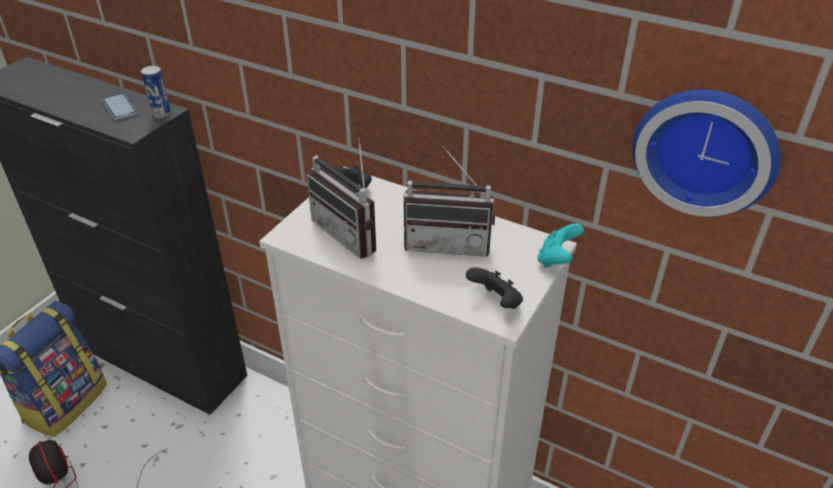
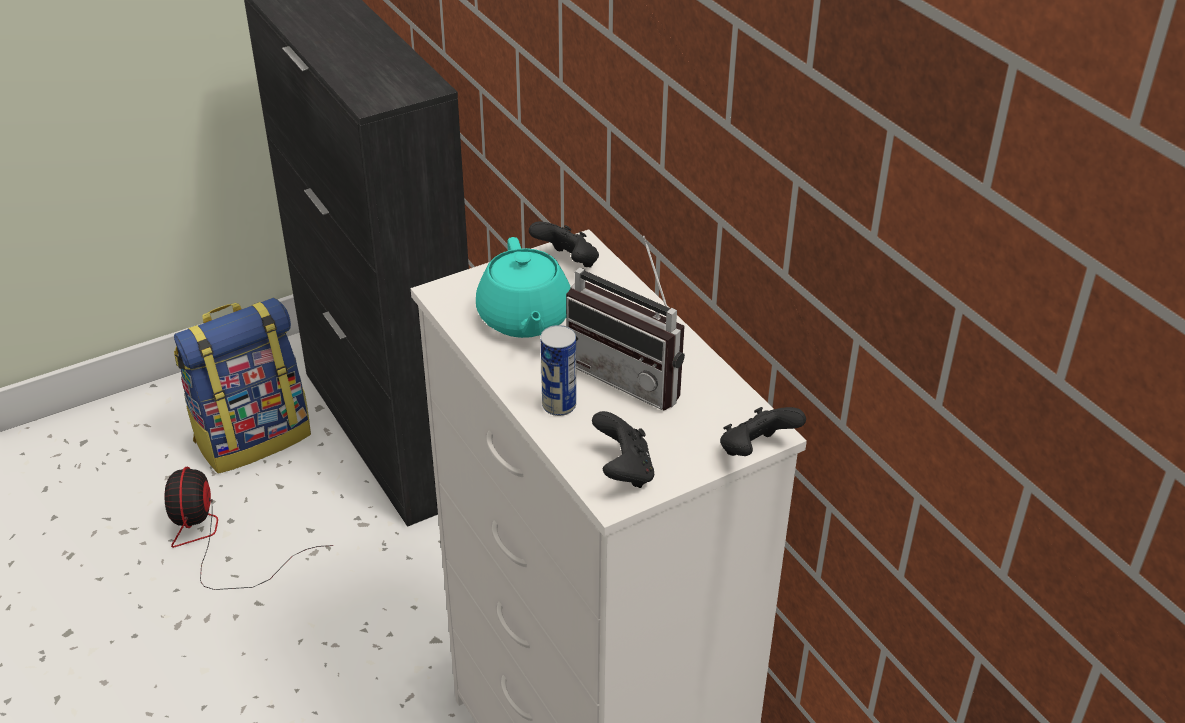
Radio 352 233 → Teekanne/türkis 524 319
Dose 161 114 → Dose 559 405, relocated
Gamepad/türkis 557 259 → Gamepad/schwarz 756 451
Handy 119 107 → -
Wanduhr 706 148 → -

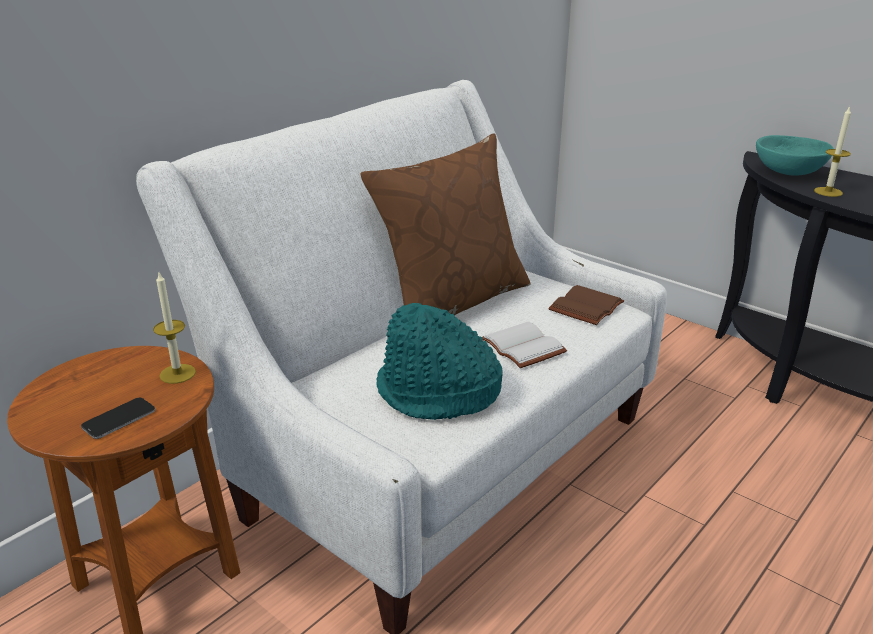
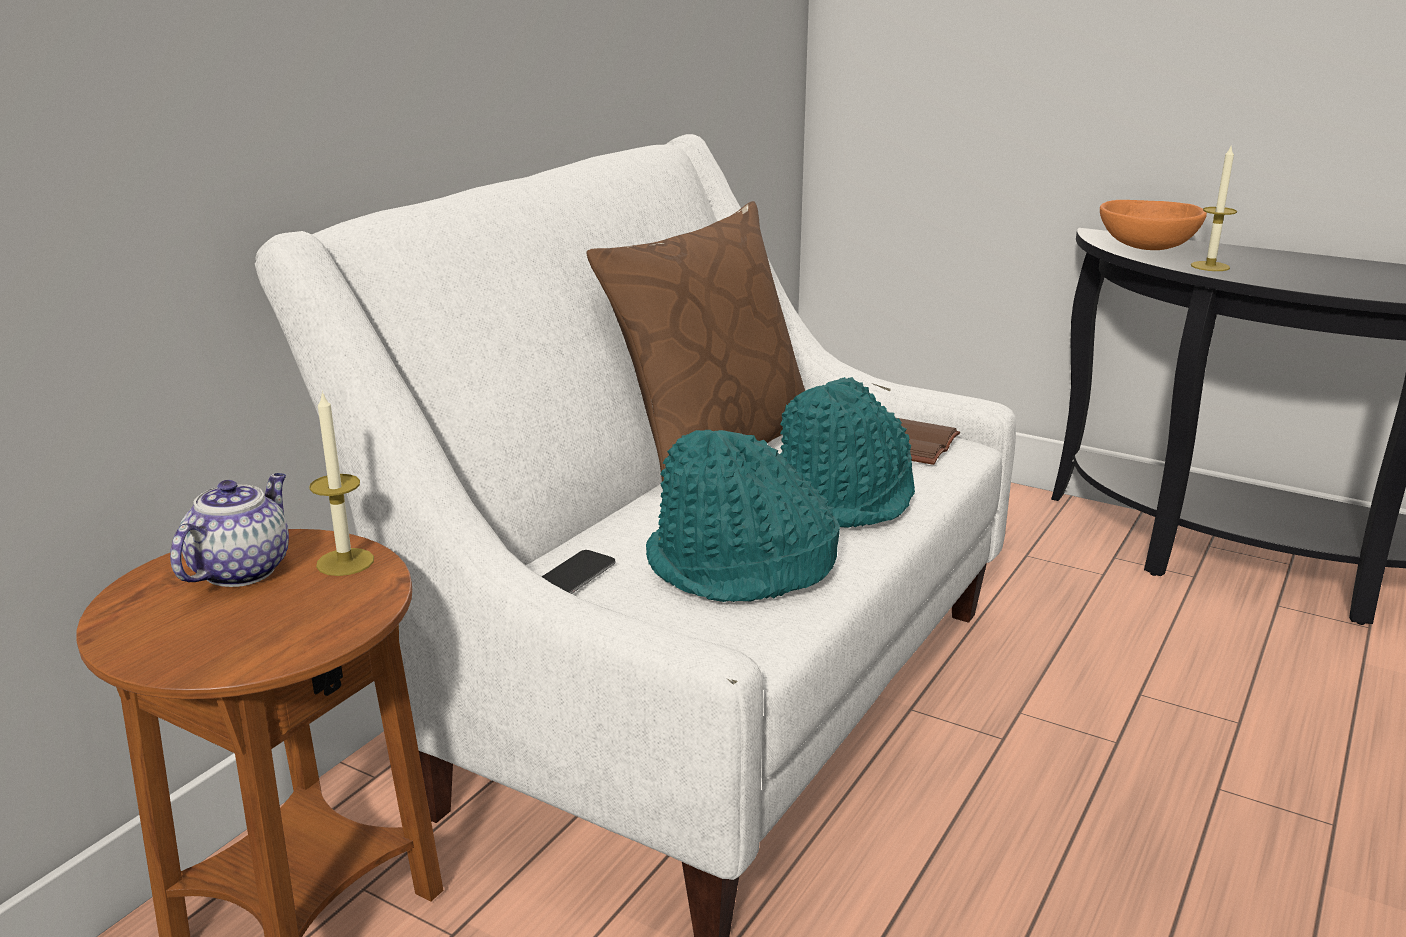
- → Teekanne 241 570
Handy 119 419 → Handy 575 575, relocated
Buch/weiß 525 347 → Hut/türkis 844 499
Schüssel/türkis 789 172 → Schüssel/orange 1147 247

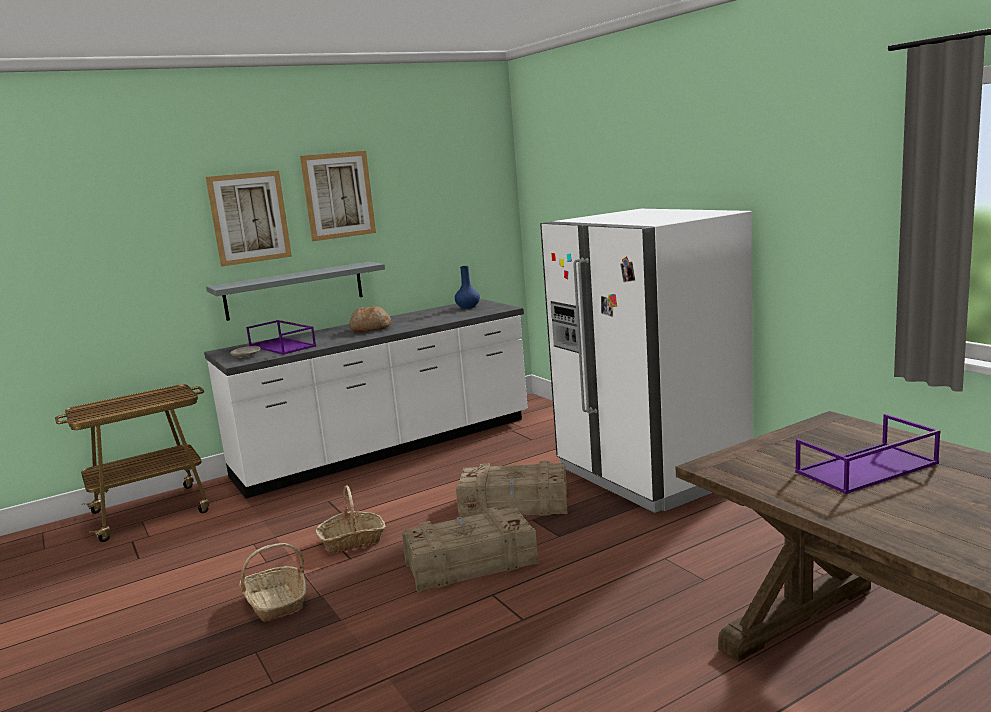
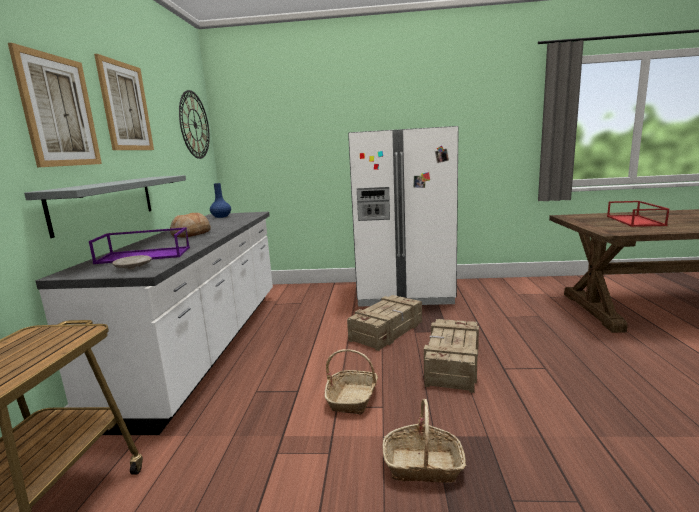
- → Wanduhr 195 125
Tablett/lila 866 468 → Tablett/rot 636 221

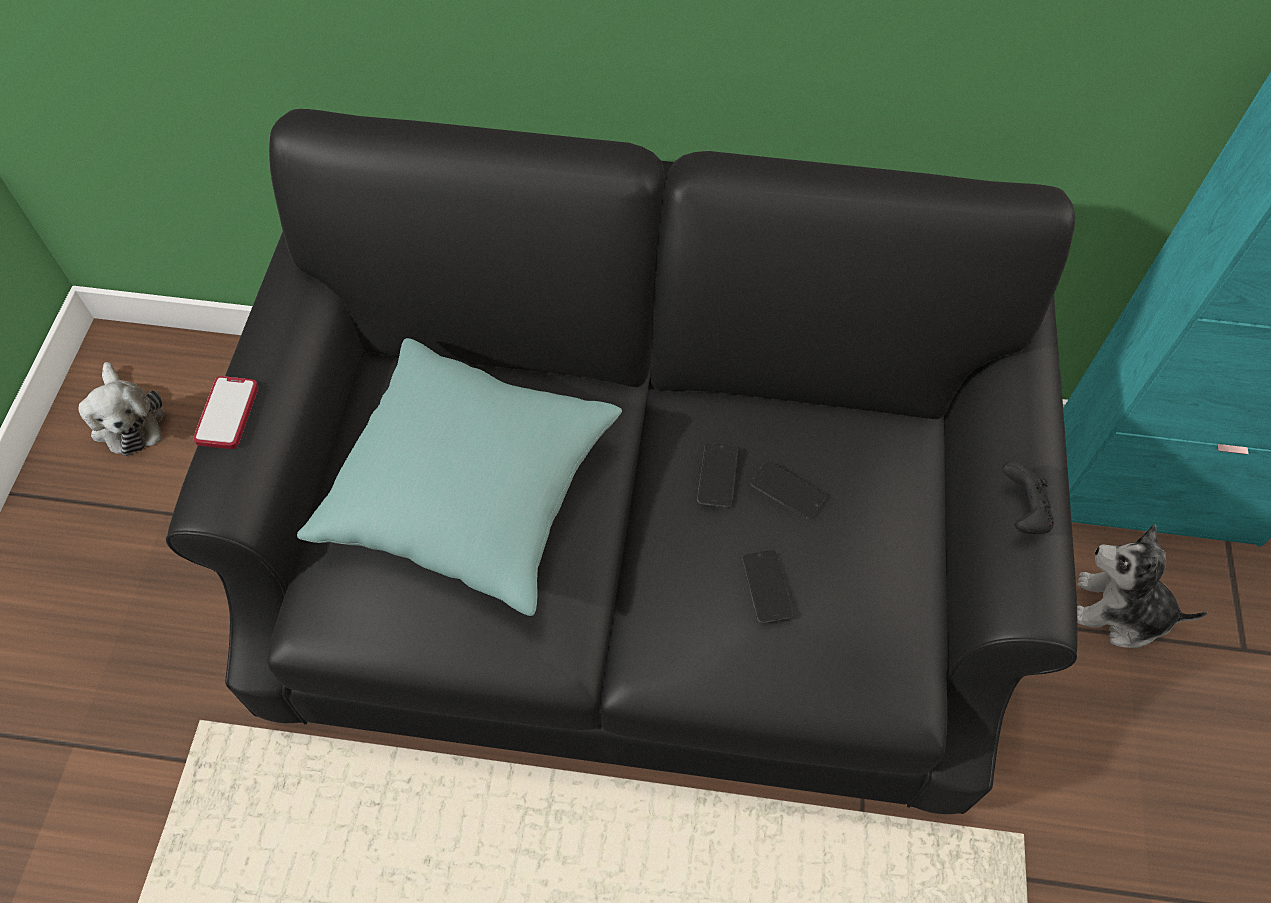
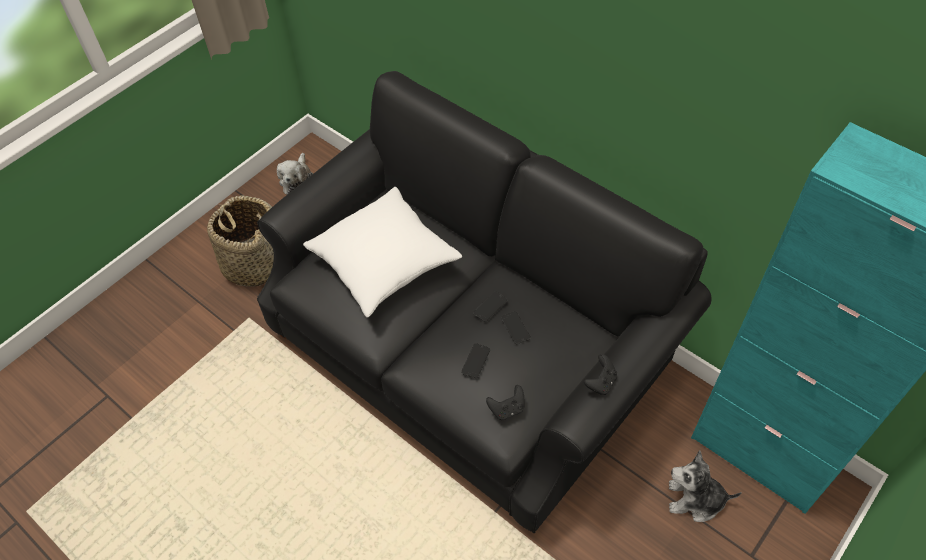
- → Korb 255 263
Kissen/türkis 470 491 → Kissen/weiß 384 262
- → Gamepad/schwarz 507 409
Plüschtier 1118 611 → Plüschtier 695 500, 45 degrees counterclockwise
Handy 227 414 → -

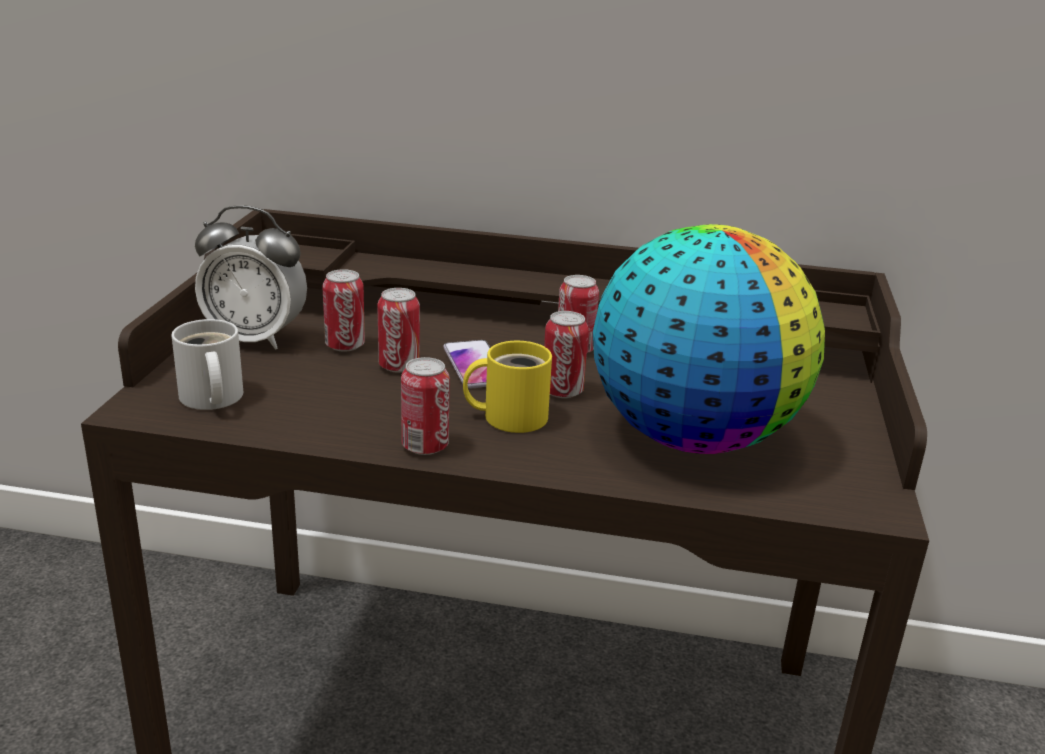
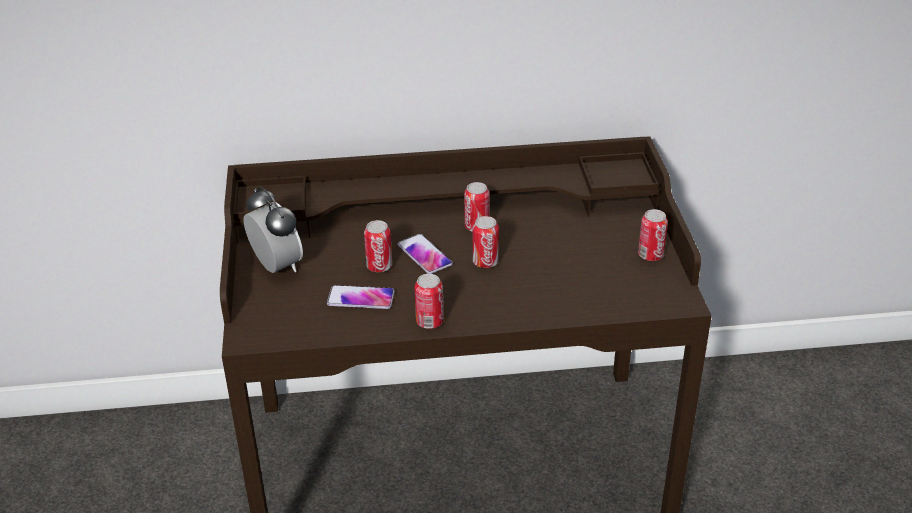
Wecker 255 339 → Wecker 277 266, 120 degrees counterclockwise
- → Handy 360 298
Dose 345 345 → Dose 650 255, relocated
Henkelbecher/weiß 210 399 → -
Henkelbecher/gelb 509 416 → -
Globus 693 437 → -

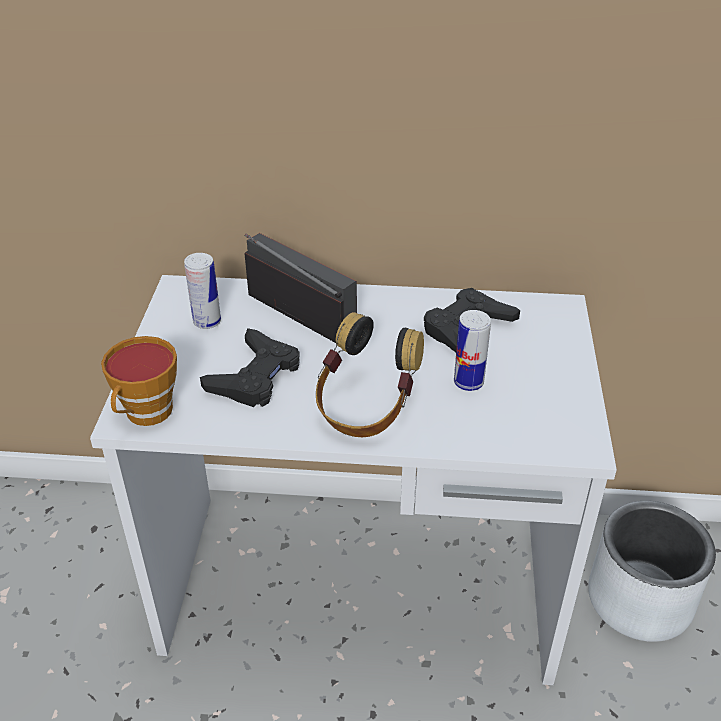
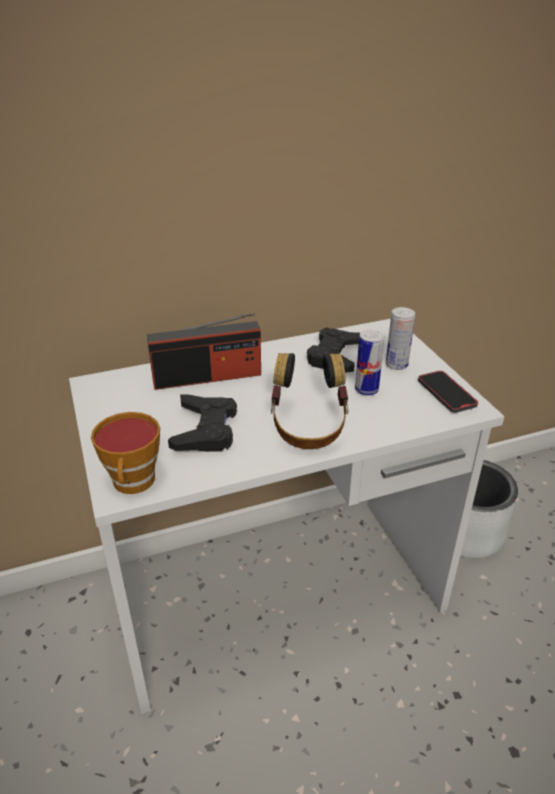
Radio 300 314 → Radio 207 377, 150 degrees clockwise
Dose 207 322 → Dose 396 365, relocated
- → Handy 446 394

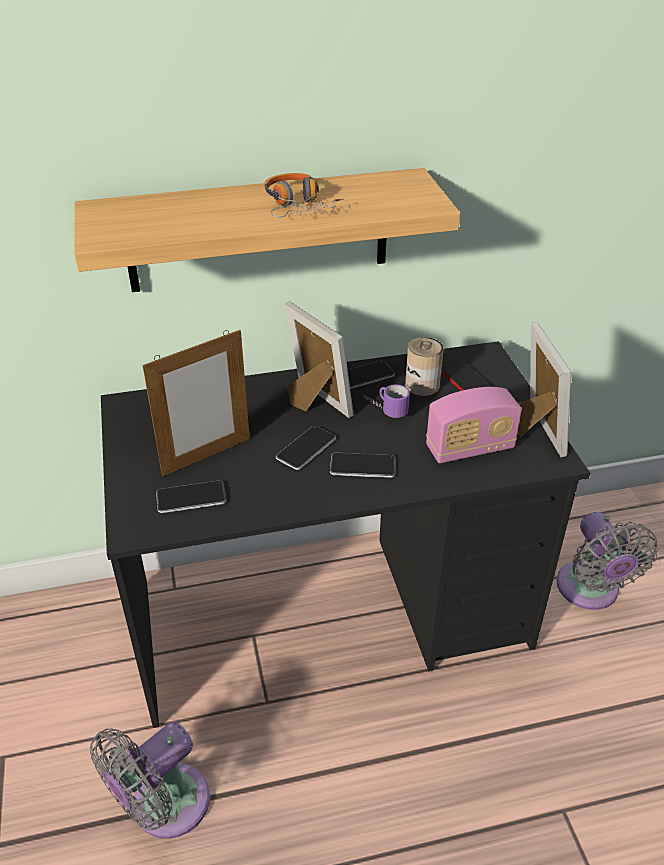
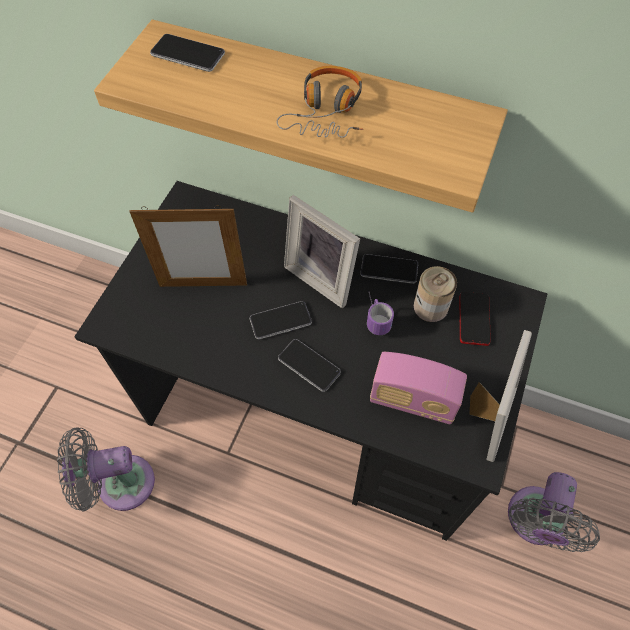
Handy 191 498 → Handy 187 54, relocated
Bilderrahmen 313 403 → Bilderrahmen 323 276, 135 degrees clockwise

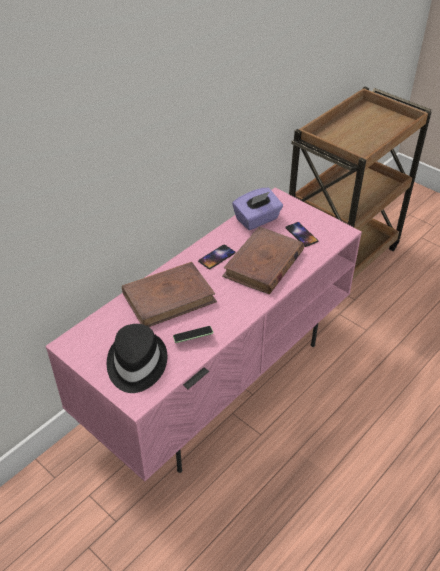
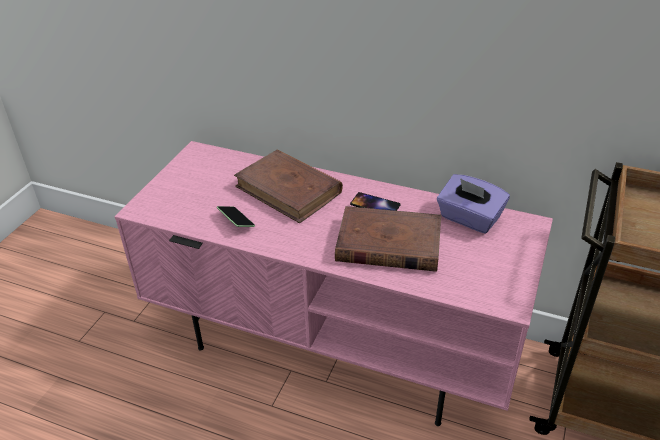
Hut/schwarz 136 364 → -
Handy 301 234 → -

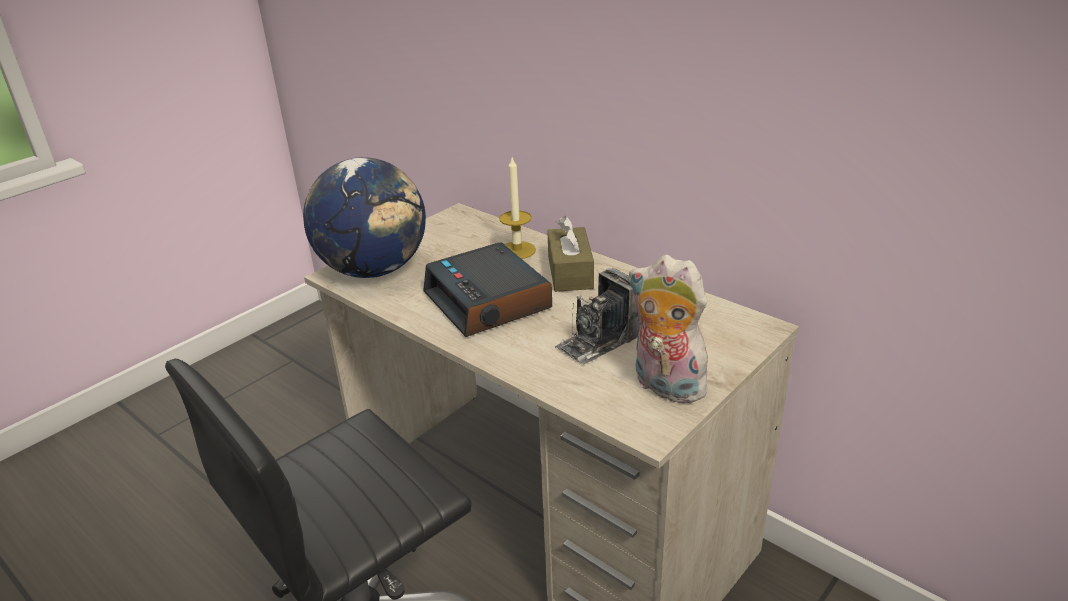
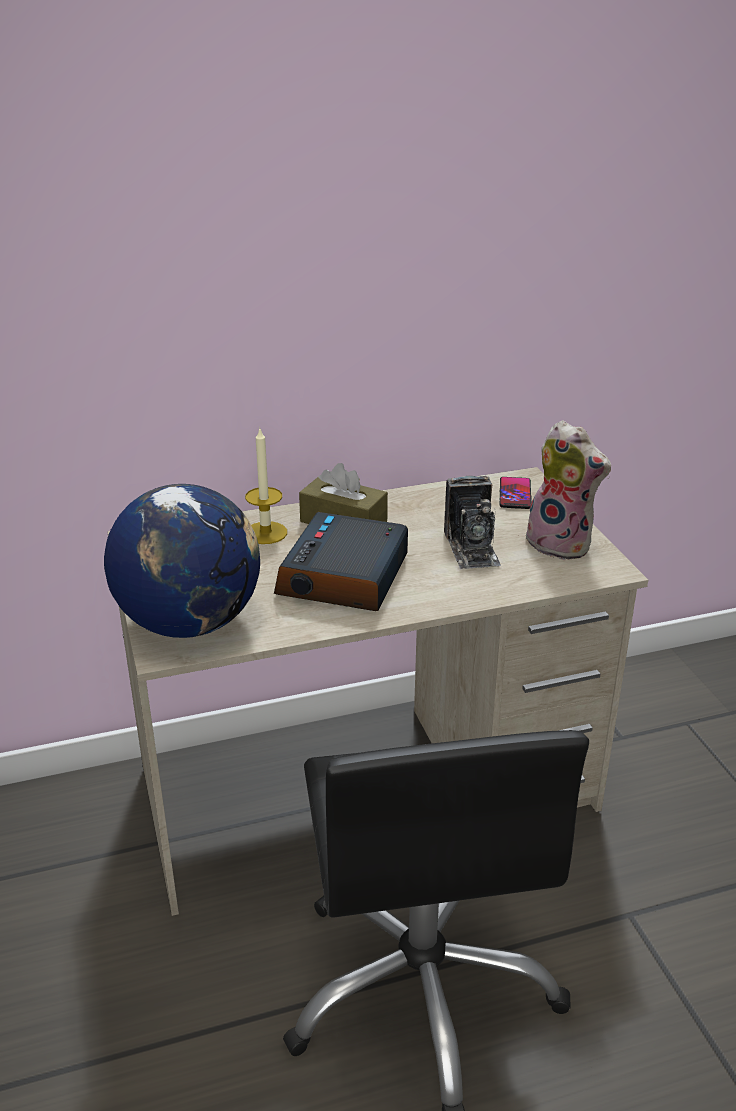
Wecker 489 301 → Wecker 344 577, 105 degrees clockwise
- → Handy 515 494
Plüschtier 664 386 → Plüschtier 562 544, 120 degrees counterclockwise

